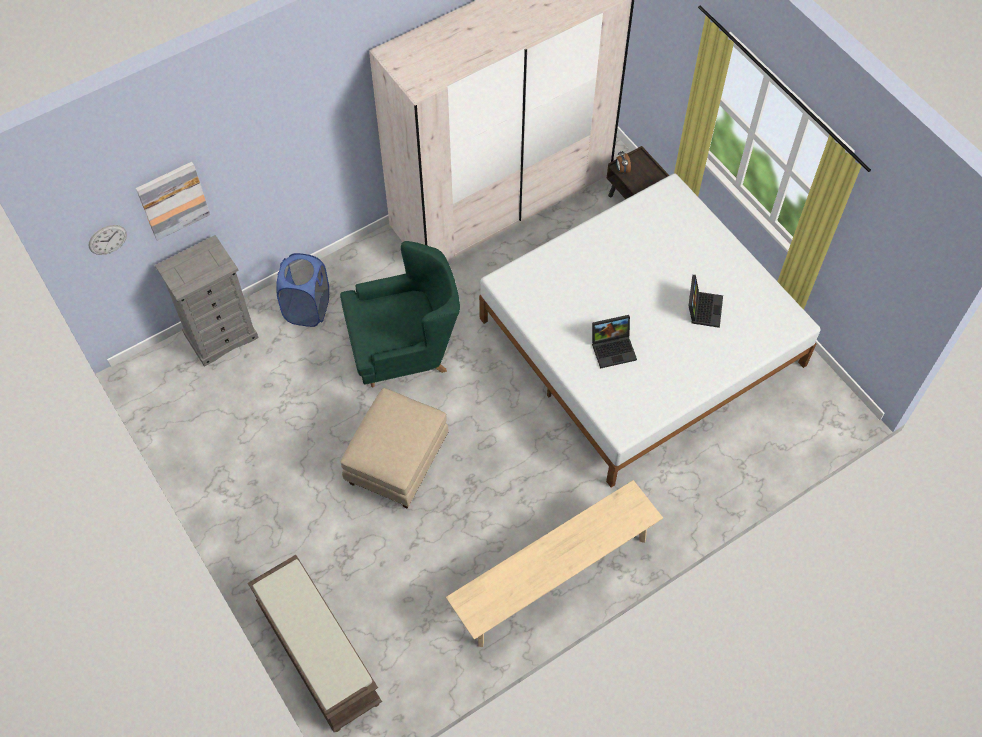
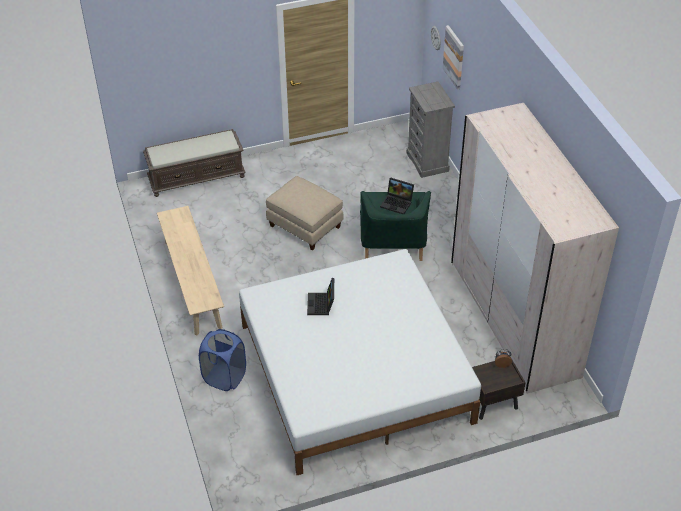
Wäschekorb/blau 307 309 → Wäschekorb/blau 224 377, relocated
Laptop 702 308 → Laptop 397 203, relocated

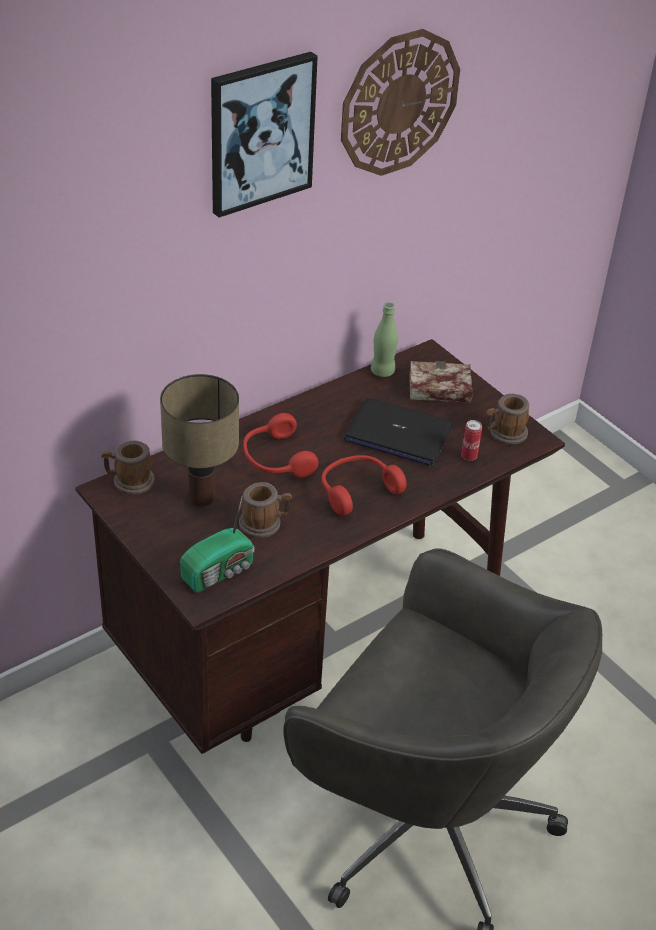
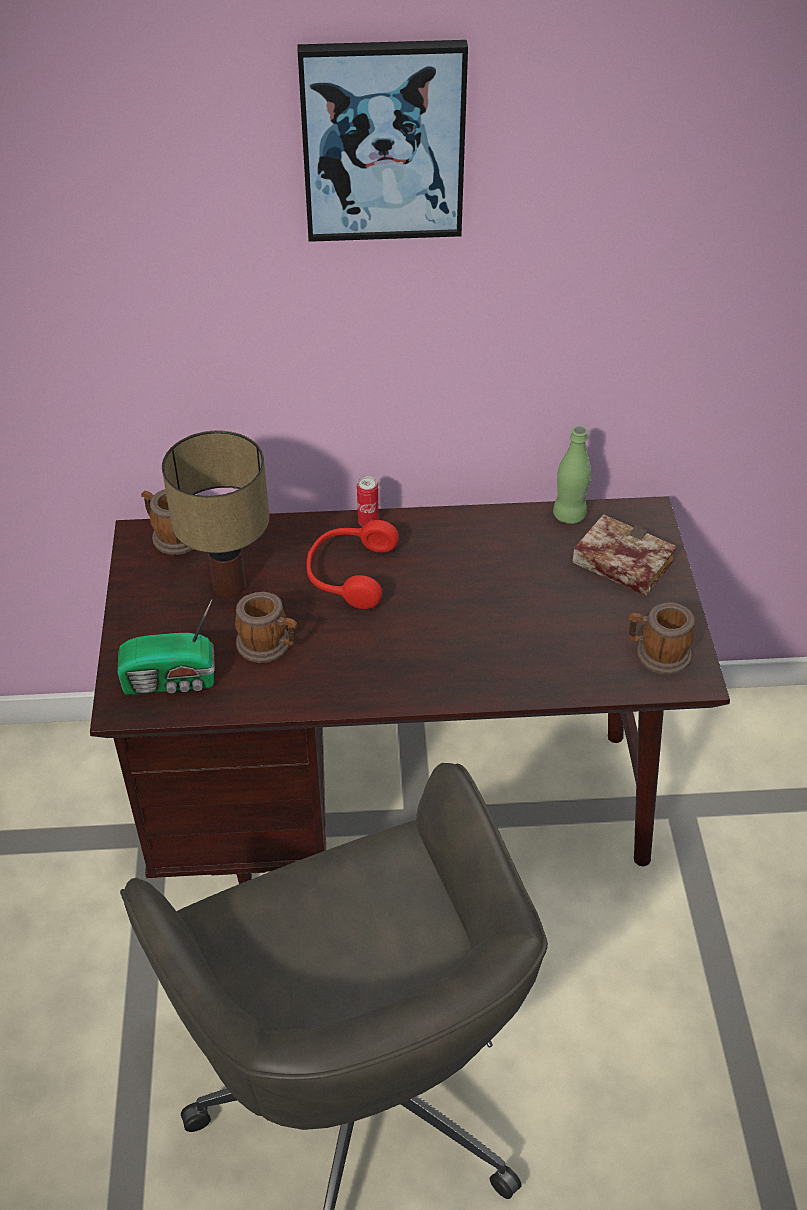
Dose 469 456 → Dose 368 522, relocated
Kopfhörer/rot 357 490 → -
Wanduhr 399 103 → -
Laptop 397 434 → -

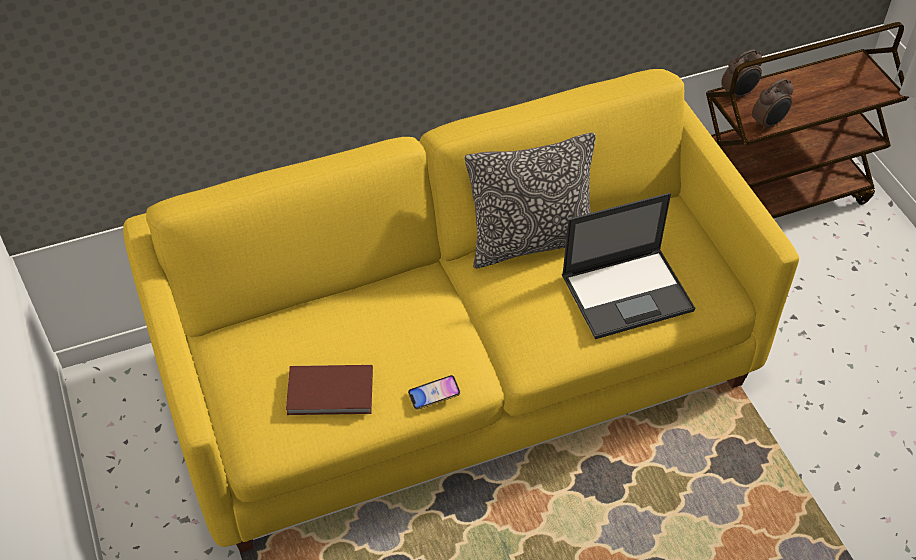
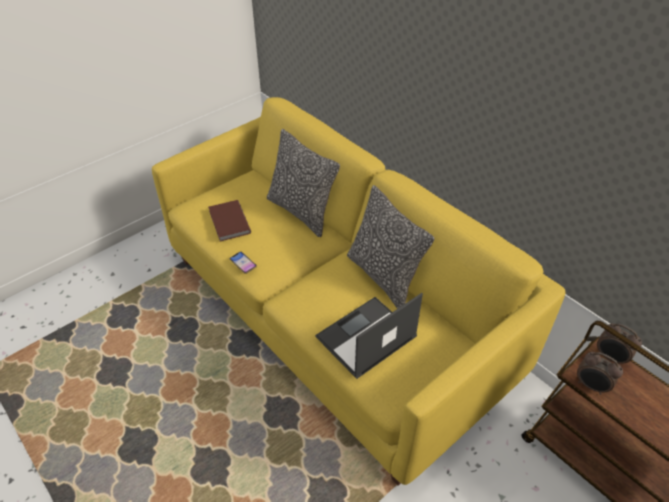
- → Kissen 301 212
Laptop 628 292 → Laptop 365 337, 90 degrees clockwise

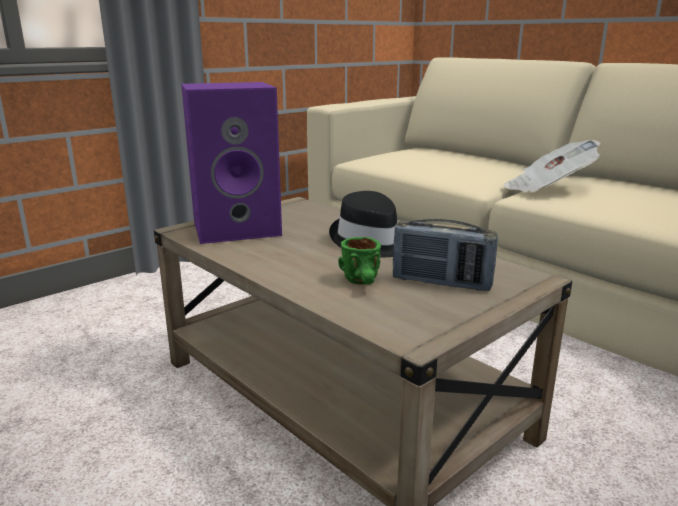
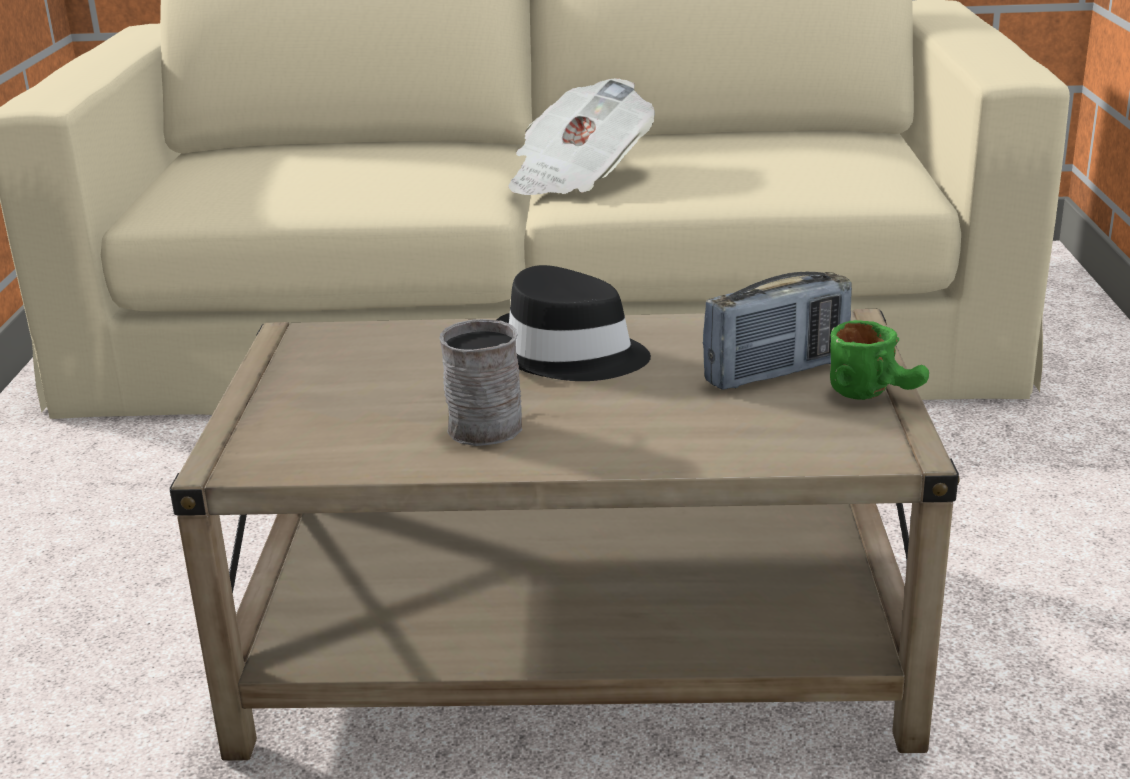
- → Henkelbecher/grau 490 422
Henkelbecher/grün 365 283 → Henkelbecher/grün 878 393, relocated
Lautsprecher/lila 238 228 → -

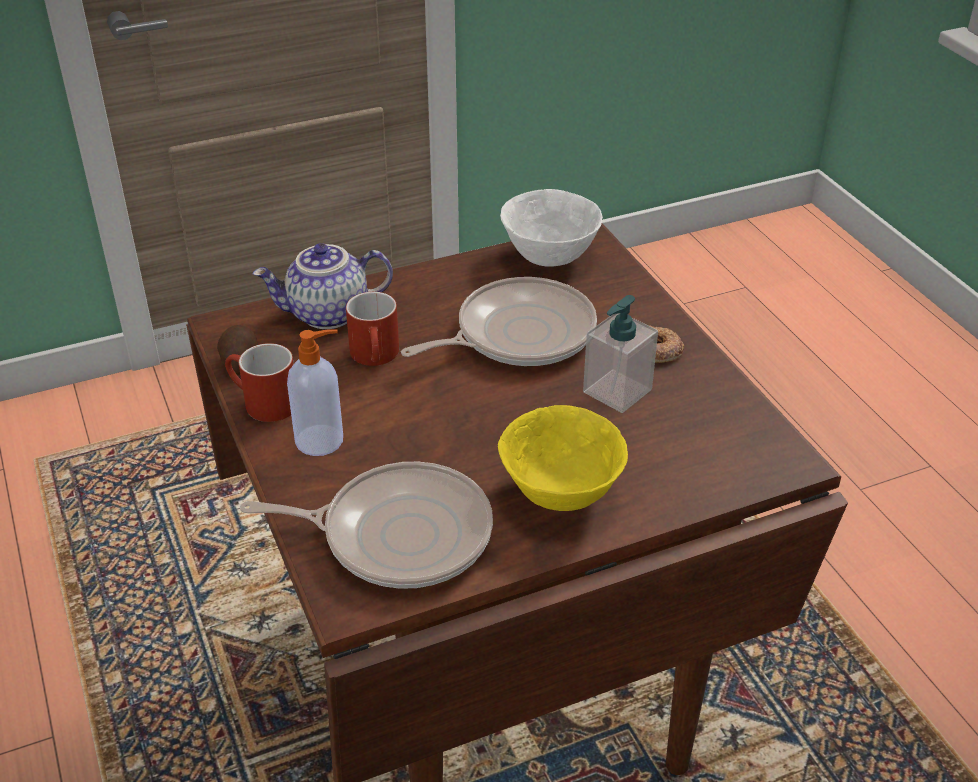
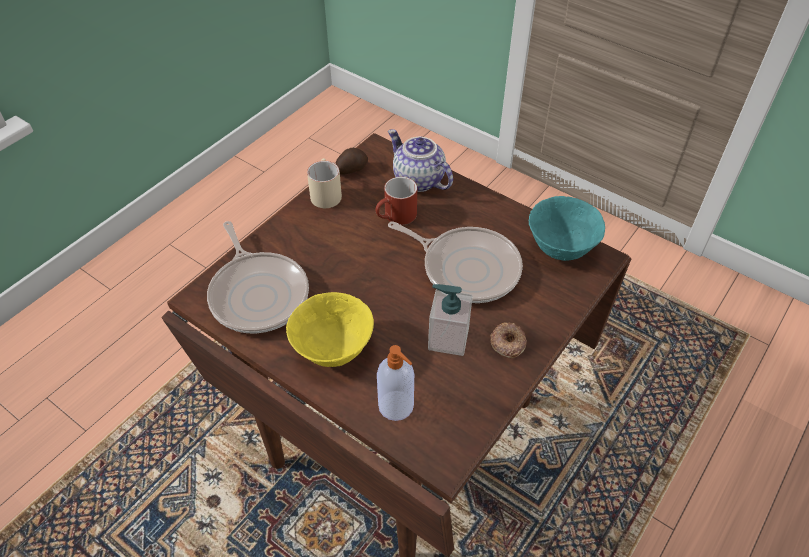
Henkelbecher/rot 261 403 → Henkelbecher/beige 324 193
Seifenspender 321 440 → Seifenspender 397 406, relocated
Schüssel/weiß 549 257 → Schüssel/türkis 561 248

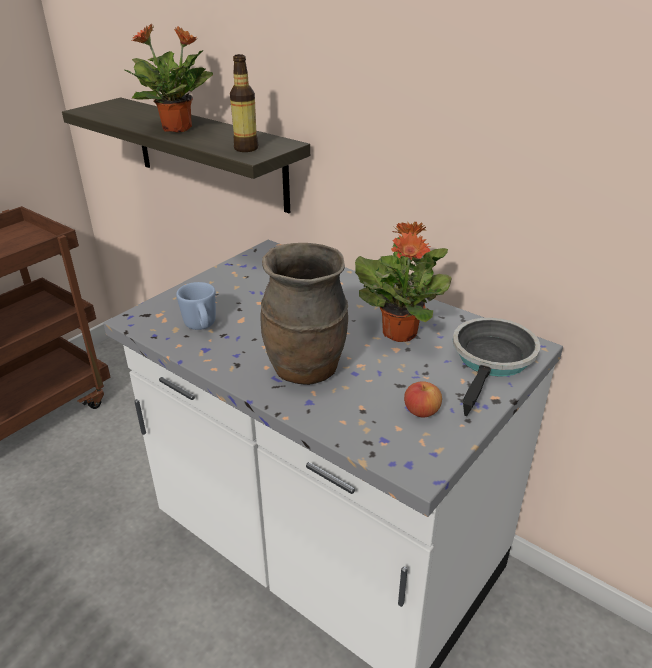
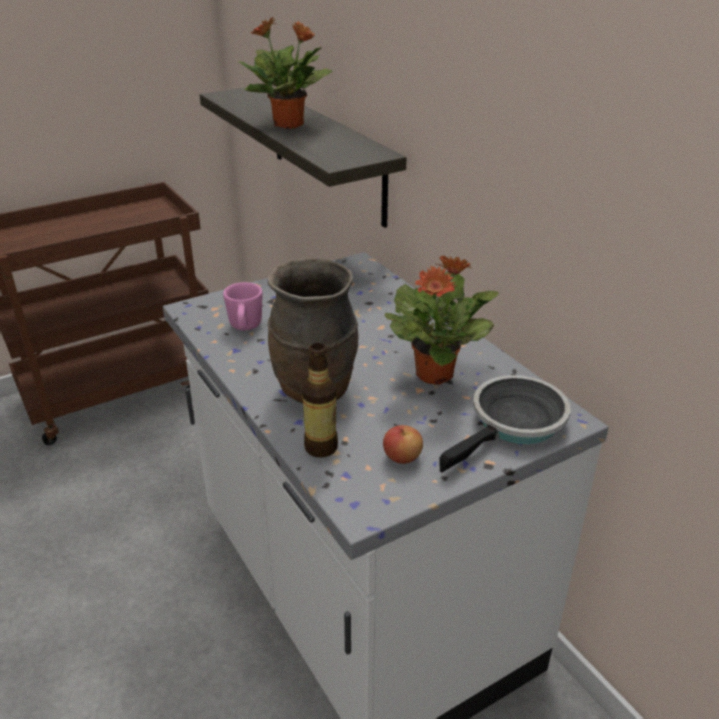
Henkelbecher/blau 201 327 → Henkelbecher/rosa 245 328
Flasche 246 148 → Flasche 321 447, relocated

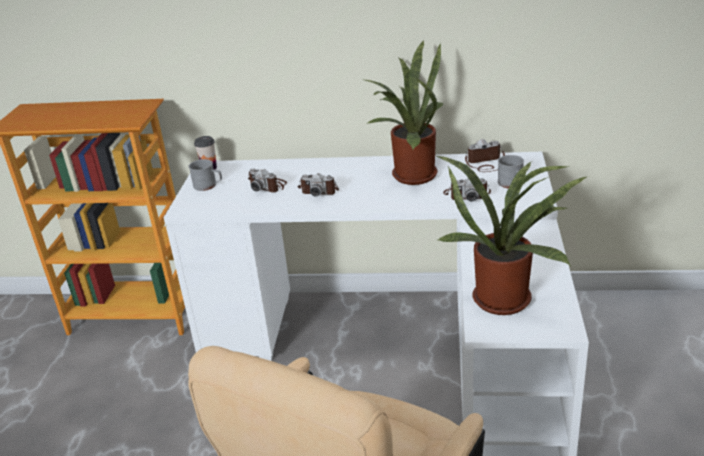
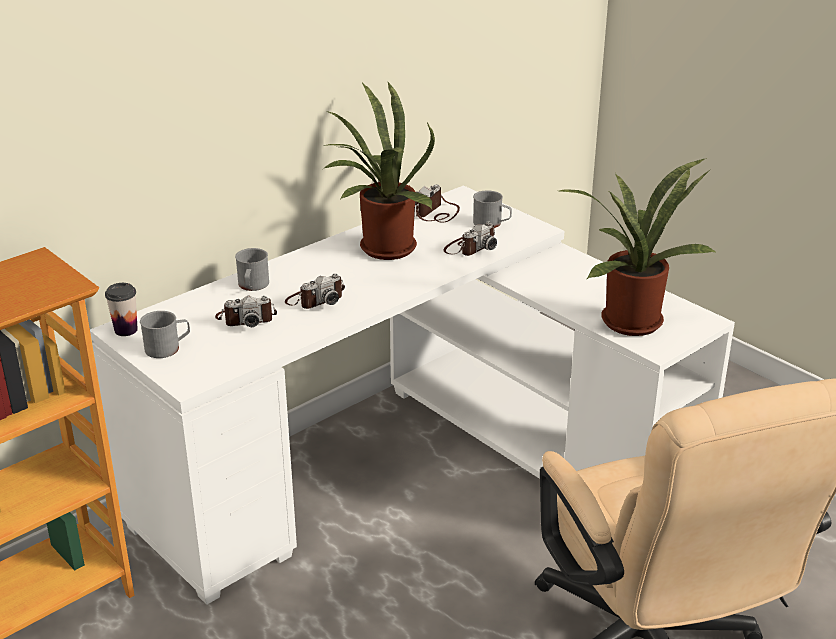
- → Henkelbecher/grau 252 286

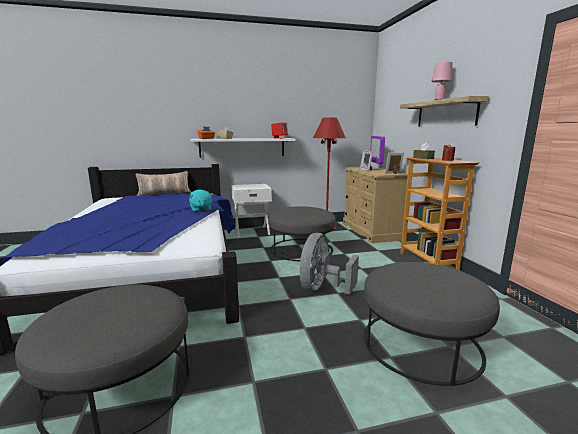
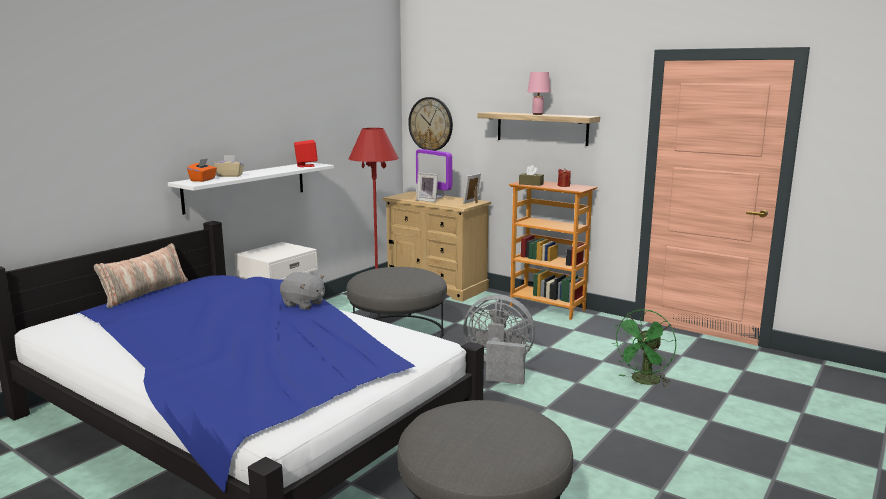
Plüschtier/türkis 201 209 → Plüschtier/grau 303 304
- → Wanduhr 430 124
Ventilator/grau 322 288 → Ventilator/grau 499 367, 120 degrees clockwise
Polsterhocker/grau 421 343 → Ventilator/grün 643 382

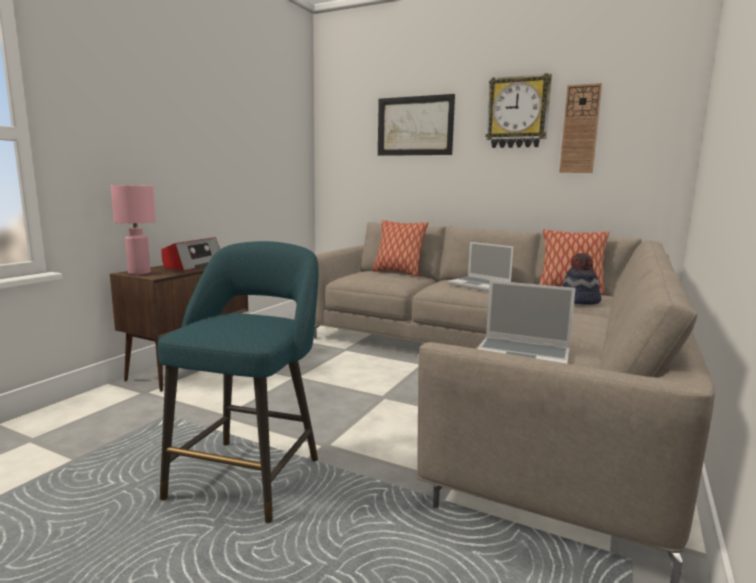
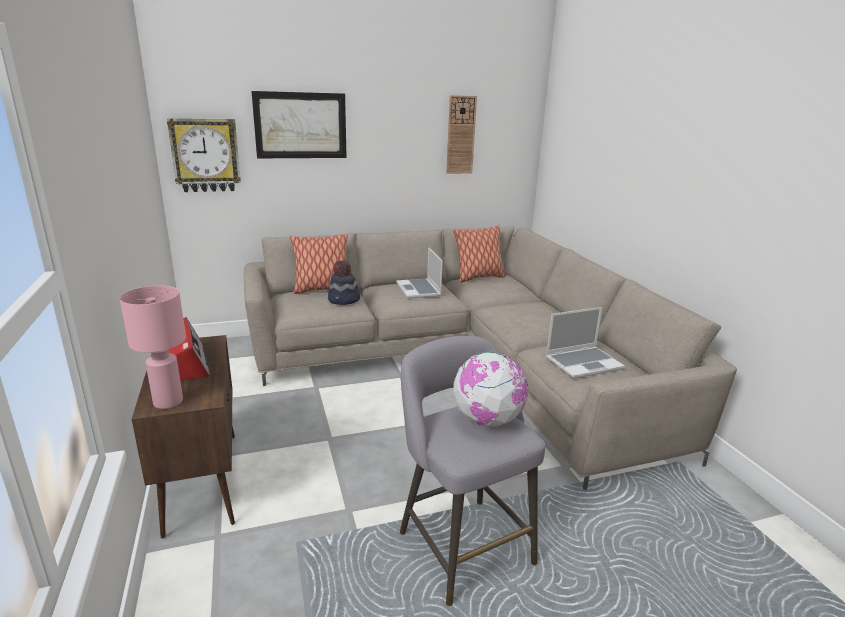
Wanduhr 518 112 → Wanduhr 206 155, relocated
Hut 579 301 → Hut 344 300, relocated
Laptop 480 285 → Laptop 419 290, 75 degrees clockwise
Hocker/türkis 249 474 → Hocker/grau 461 542
- → Globus 487 420

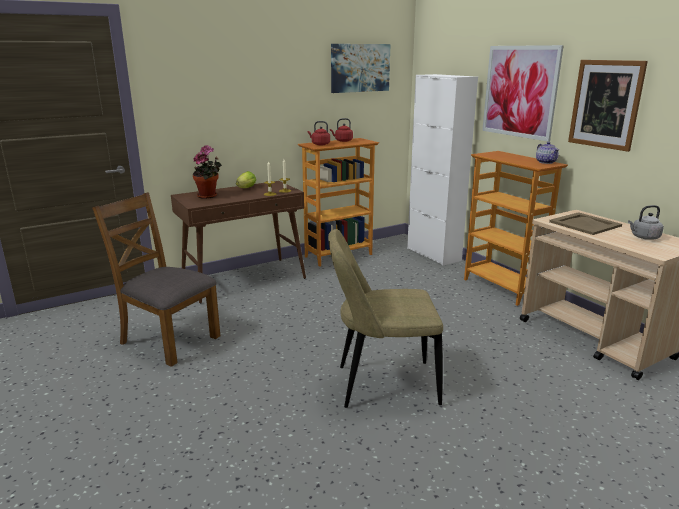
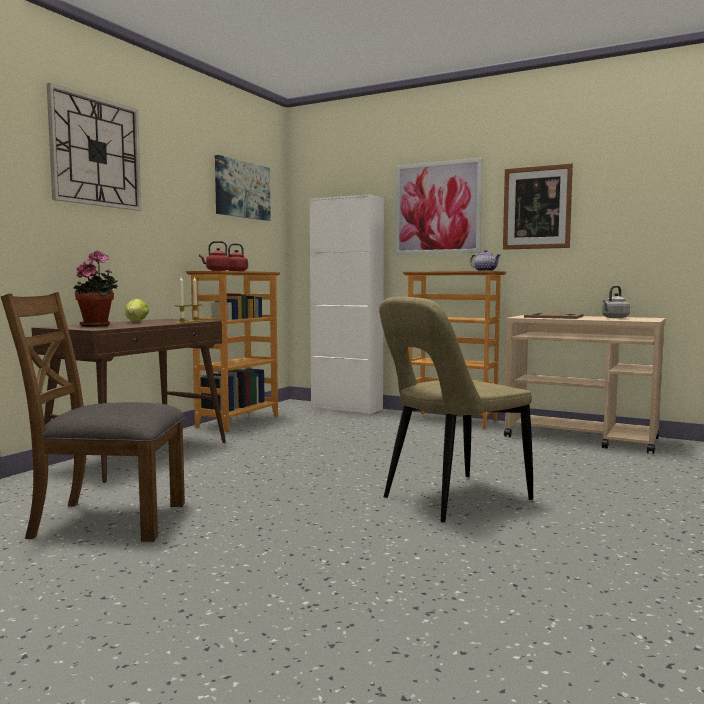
- → Wanduhr 96 152

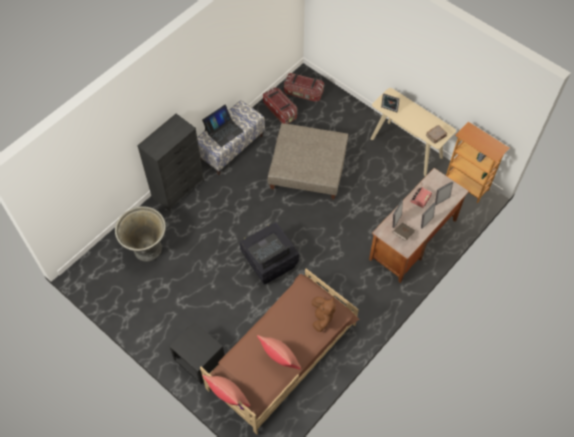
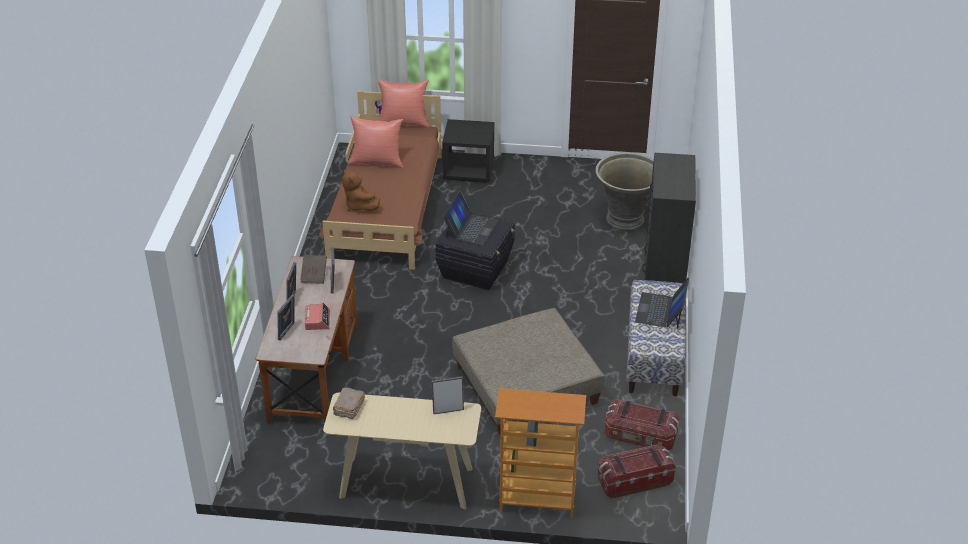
Bücherregal 466 185 → Bücherregal 537 501, relocated

